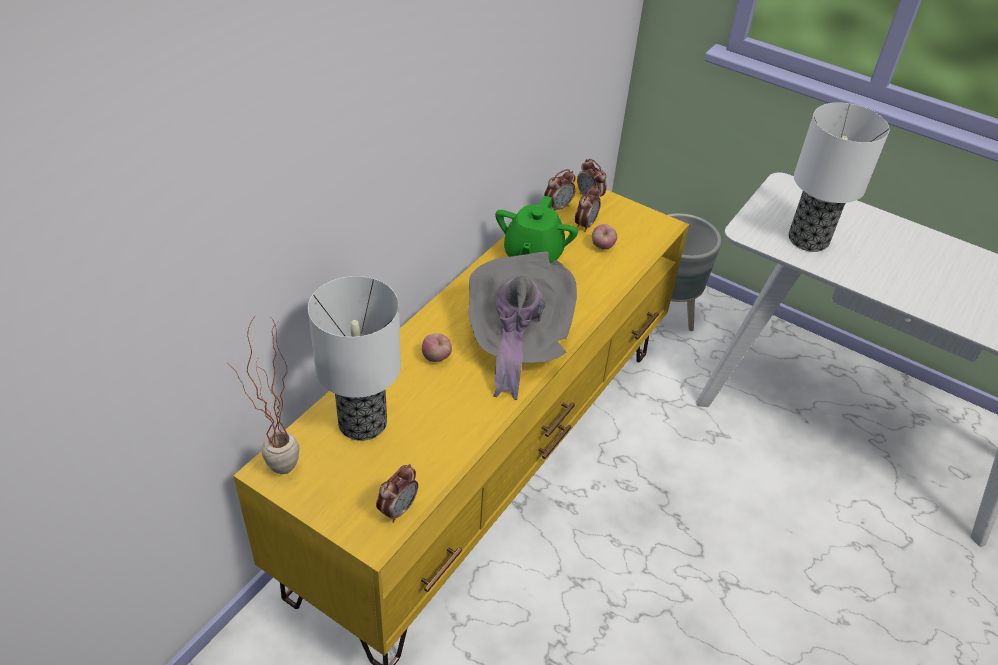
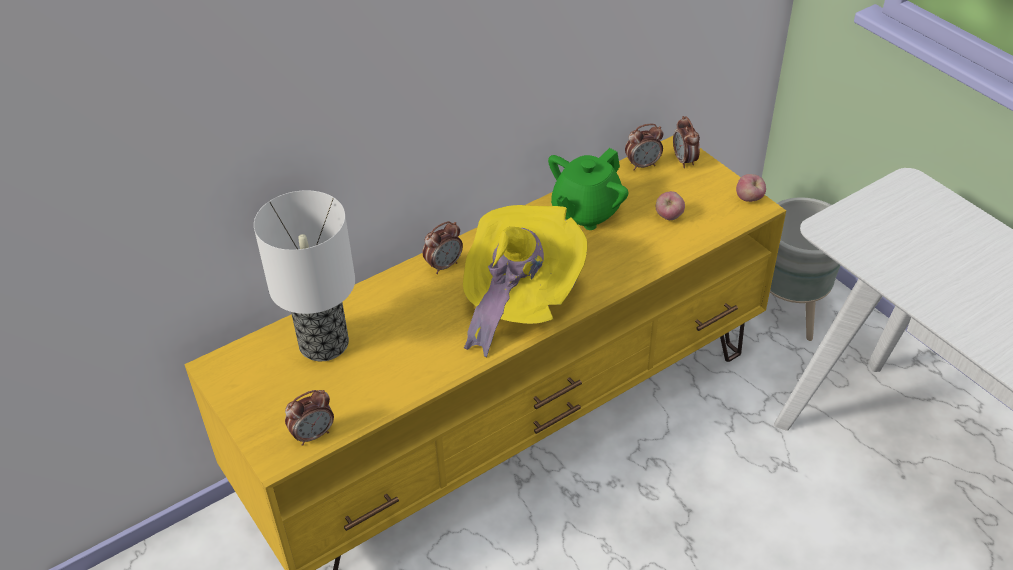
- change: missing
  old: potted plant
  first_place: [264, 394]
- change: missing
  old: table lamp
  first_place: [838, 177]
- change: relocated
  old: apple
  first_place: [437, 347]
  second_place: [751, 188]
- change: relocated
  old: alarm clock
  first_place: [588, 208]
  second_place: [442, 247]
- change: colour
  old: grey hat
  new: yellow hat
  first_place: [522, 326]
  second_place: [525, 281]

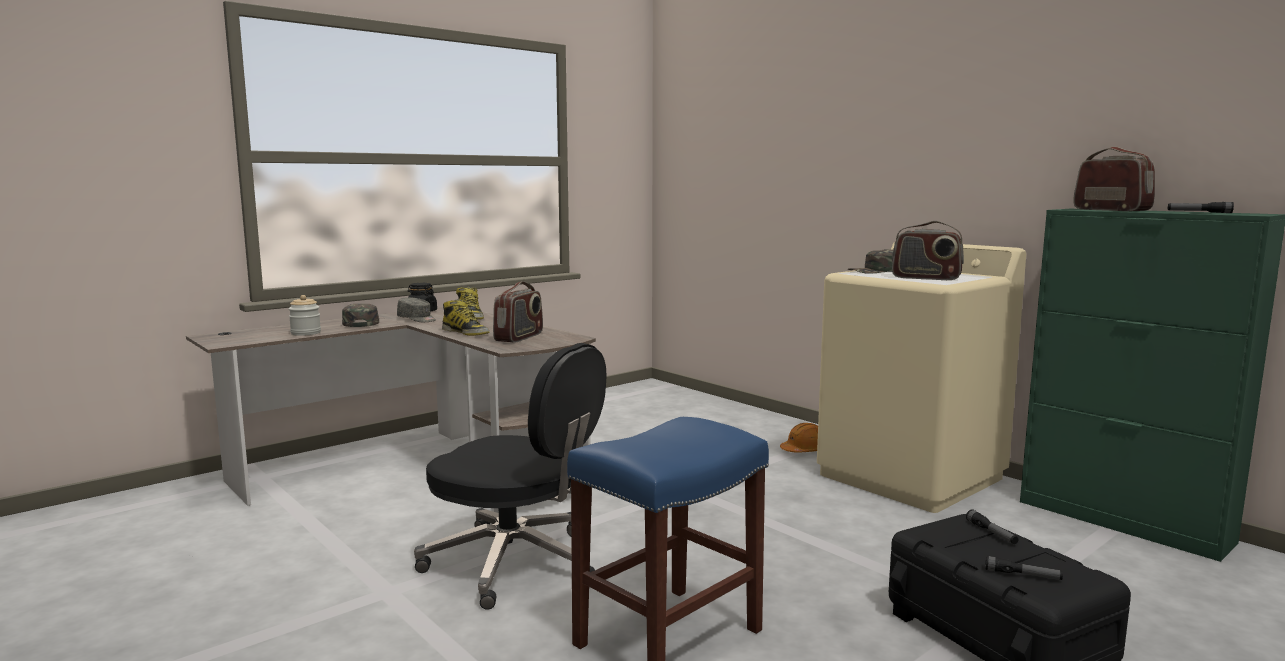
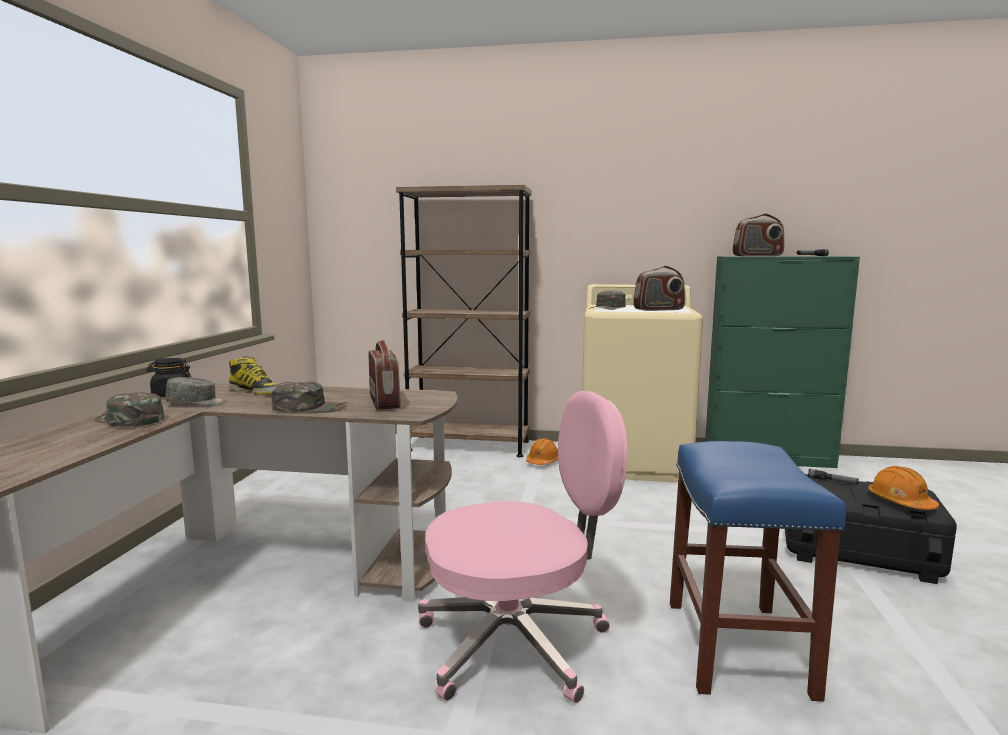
- change: missing
  old: jar
  first_place: [305, 315]
- change: appeared
  new: brown bookcase
  second_place: [464, 321]
- change: exchanged
  old: boot
  new: green cap
  first_place: [465, 317]
  second_place: [309, 397]
- change: exchanged
  old: flashlight
  new: orange hard hat
  first_place: [1024, 568]
  second_place: [903, 488]
- change: colour
  old: black office chair
  new: pink office chair
  first_place: [510, 476]
  second_place: [523, 547]
- change: spun
  old: radio
  first_place: [1114, 179]
  second_place: [758, 235]
  degrees: 150

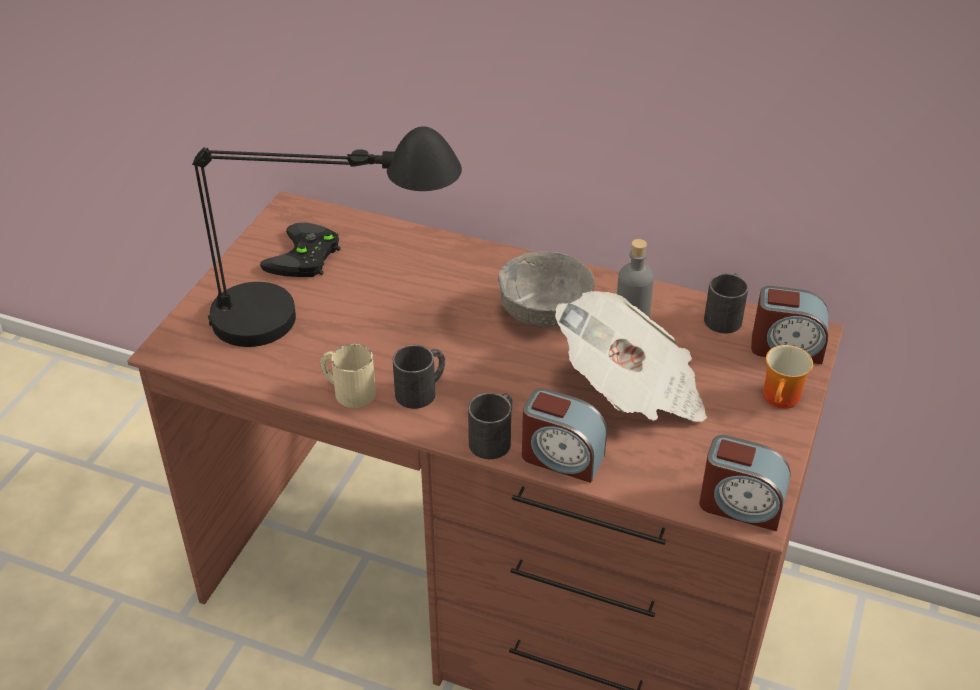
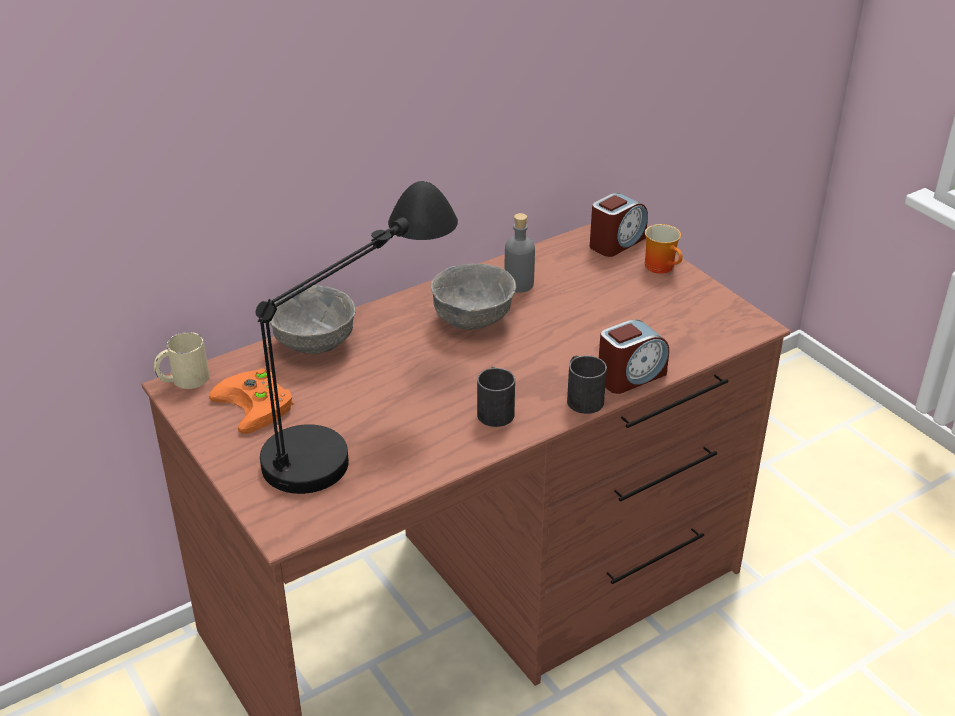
- change: missing
  old: newspaper
  first_place: [631, 356]
- change: missing
  old: alarm clock
  first_place: [745, 483]
- change: missing
  old: black mug
  first_place: [726, 304]
- change: appeared
  new: grey bowl
  second_place: [312, 319]
- change: relocated
  old: beige mug
  first_place: [348, 376]
  second_place: [181, 360]
- change: colour
  old: black game controller
  new: orange game controller
  first_place: [300, 250]
  second_place: [251, 401]

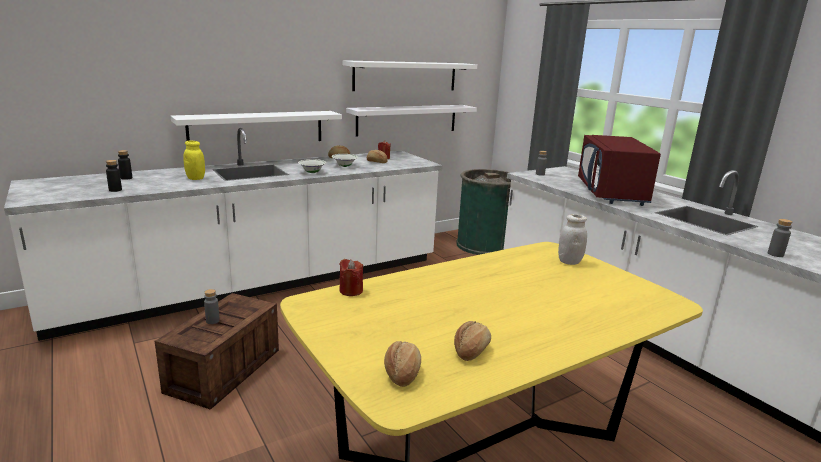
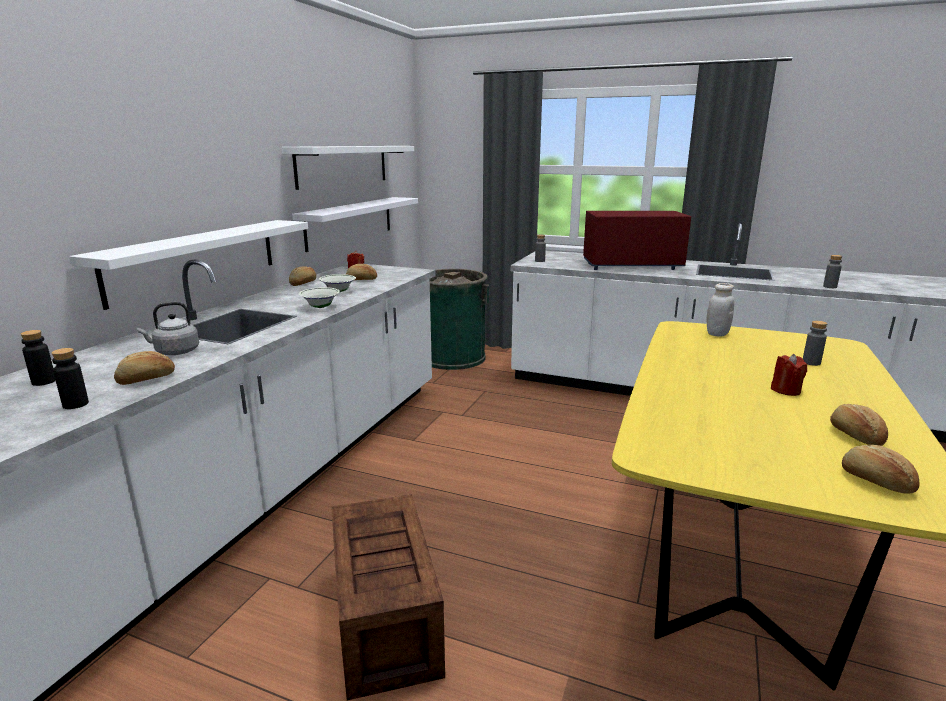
- change: appeared
  new: bread
  second_place: [144, 368]
- change: relocated
  old: grey bottle
  first_place: [212, 306]
  second_place: [815, 343]
- change: relocated
  old: red candle
  first_place: [351, 277]
  second_place: [789, 375]
- change: exchanged
  old: yellow jar
  new: grey kettle
  first_place: [194, 160]
  second_place: [168, 328]
- change: spun
  old: red microwave
  first_place: [619, 170]
  second_place: [637, 240]
  degrees: 120

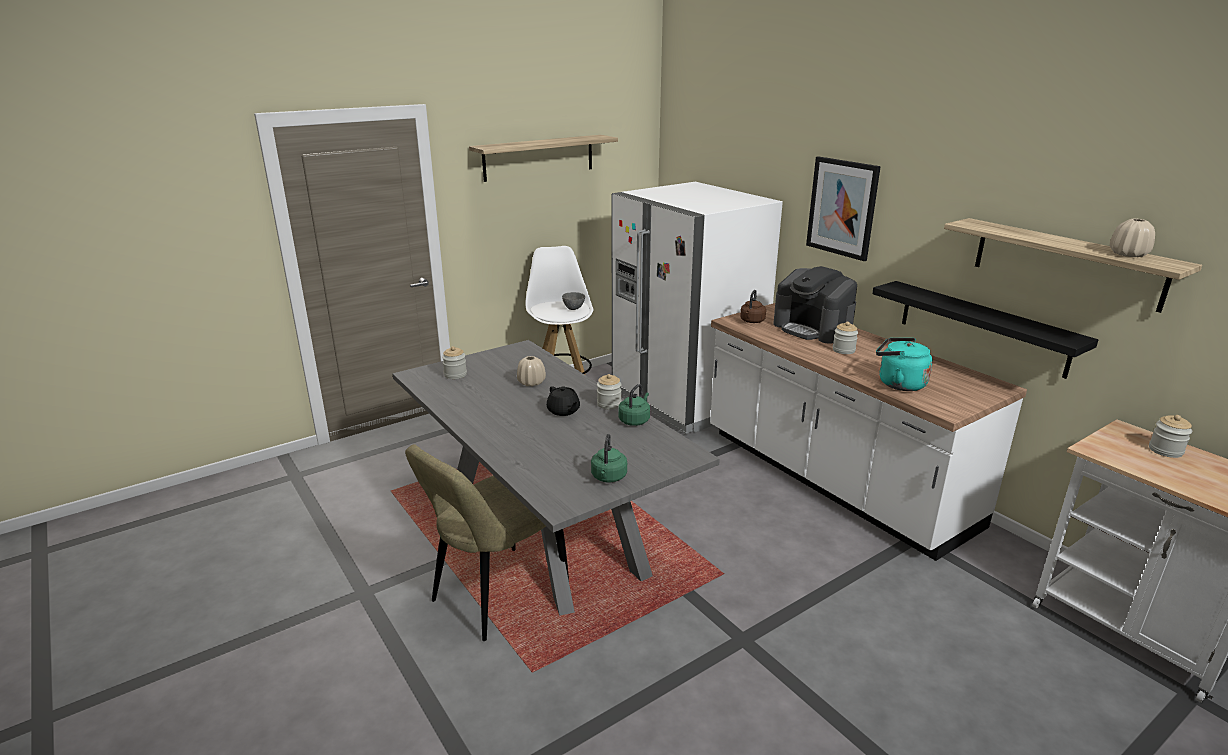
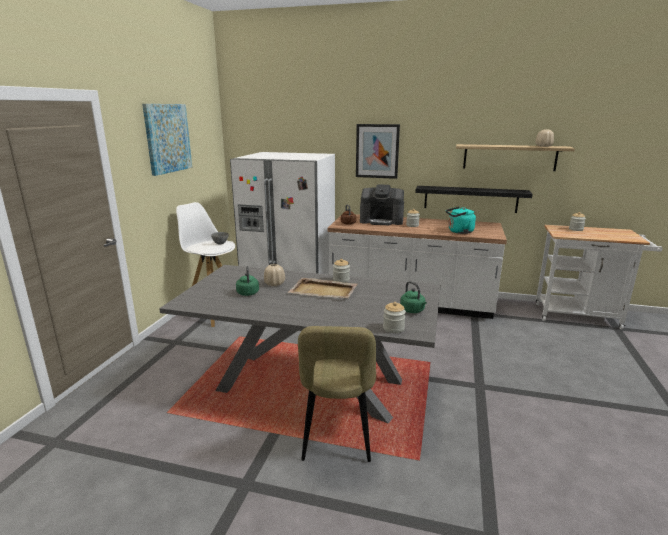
- change: relocated
  old: jar
  first_place: [454, 362]
  second_place: [394, 317]
- change: relocated
  old: green kettle
  first_place: [634, 405]
  second_place: [247, 281]
- change: exchanged
  old: shelf
  new: picture
  first_place: [543, 158]
  second_place: [167, 140]
- change: exchanged
  old: black teapot
  new: beige tray
  first_place: [563, 401]
  second_place: [323, 288]

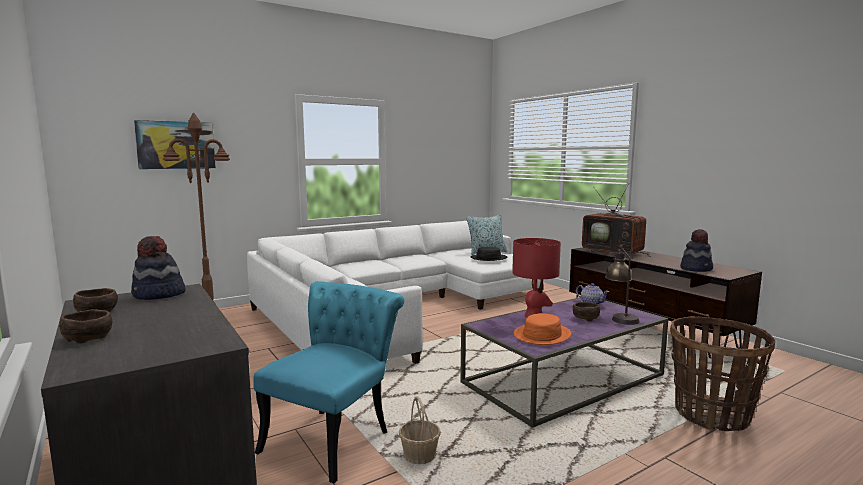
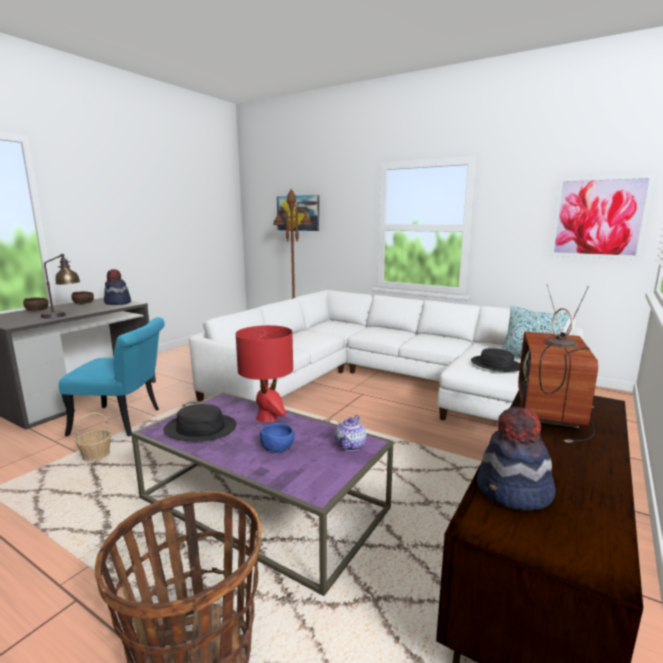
- change: appeared
  new: picture
  second_place: [602, 216]
- change: relocated
  old: table lamp
  first_place: [622, 285]
  second_place: [61, 286]
- change: colour
  old: orange hat
  new: black hat
  first_place: [542, 329]
  second_place: [200, 422]
- change: colour
  old: brown bowl
  new: blue bowl
  first_place: [586, 311]
  second_place: [277, 438]

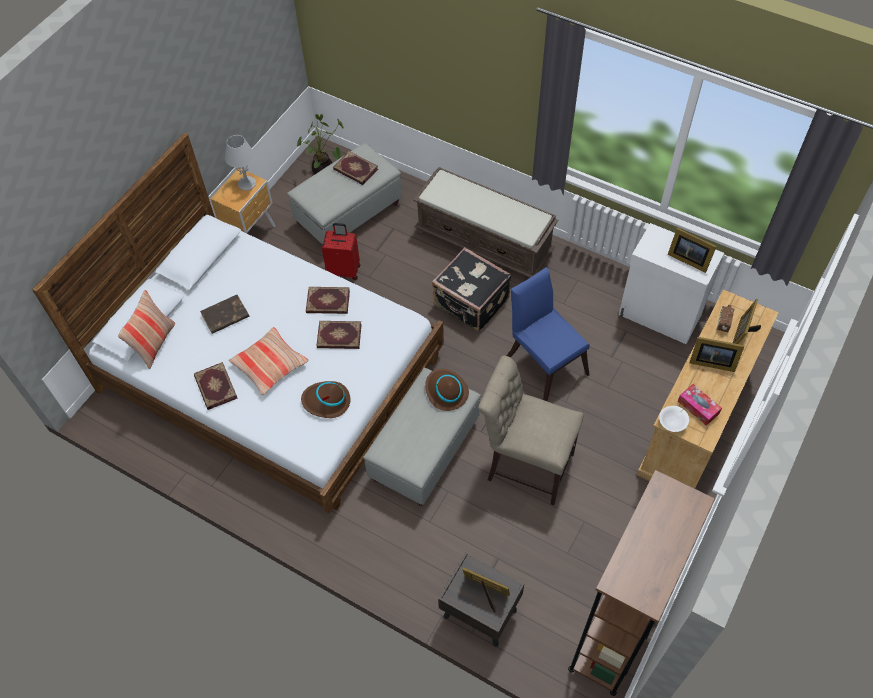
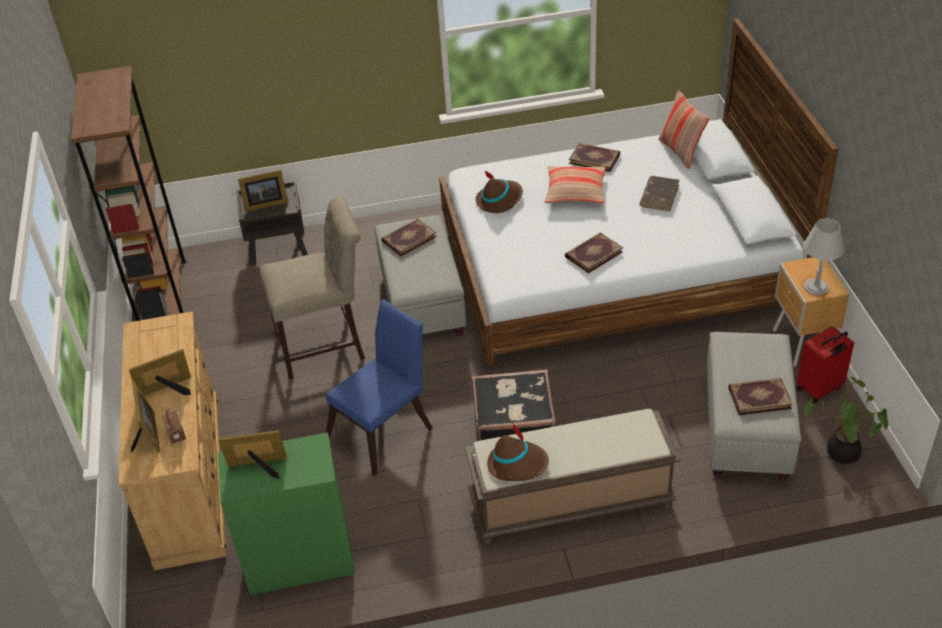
- change: missing
  old: white bowl
  first_place: [674, 419]
- change: missing
  old: tissue box
  first_place: [700, 405]
- change: relocated
  old: book
  first_place: [339, 335]
  second_place: [409, 237]
- change: relocated
  old: red suitcase
  first_place: [341, 251]
  second_place: [825, 364]
- change: relocated
  old: brown hat
  first_place: [447, 389]
  second_place: [518, 451]
- change: colour
  old: white cabinet
  new: green cabinet
  first_place: [671, 283]
  second_place: [286, 514]
- change: spun
  old: blue chair
  first_place: [548, 334]
  second_place: [379, 387]
  degrees: -60

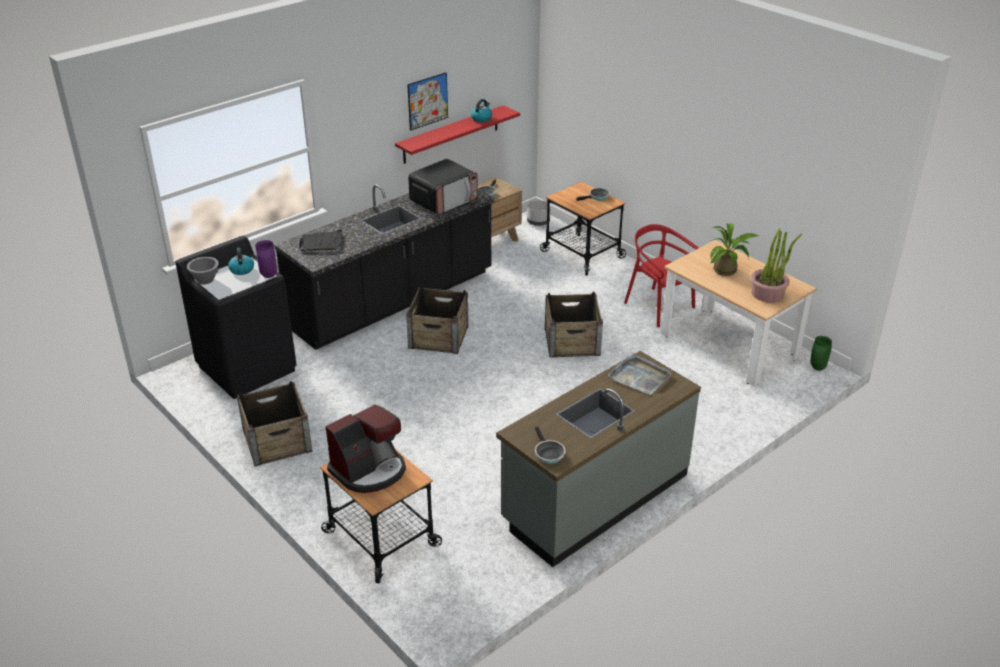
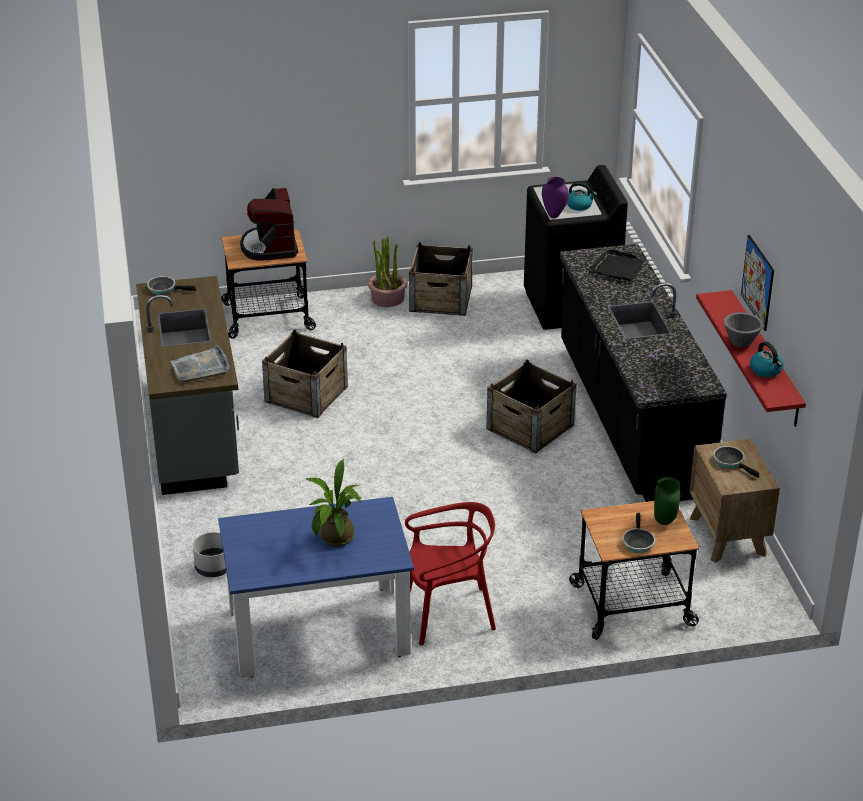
- change: missing
  old: microwave
  first_place: [443, 187]
- change: relocated
  old: grey bowl
  first_place: [203, 270]
  second_place: [743, 329]
- change: relocated
  old: grey planter
  first_place: [539, 213]
  second_place: [209, 554]
- change: relocated
  old: crate
  first_place: [574, 325]
  second_place: [305, 374]
- change: relocated
  old: potted plant
  first_place: [776, 265]
  second_place: [387, 272]
- change: relocated
  old: green vase
  first_place: [821, 353]
  second_place: [667, 501]
- change: colour
  old: beige dining table
  new: blue dining table
  first_place: [739, 313]
  second_place: [316, 587]

